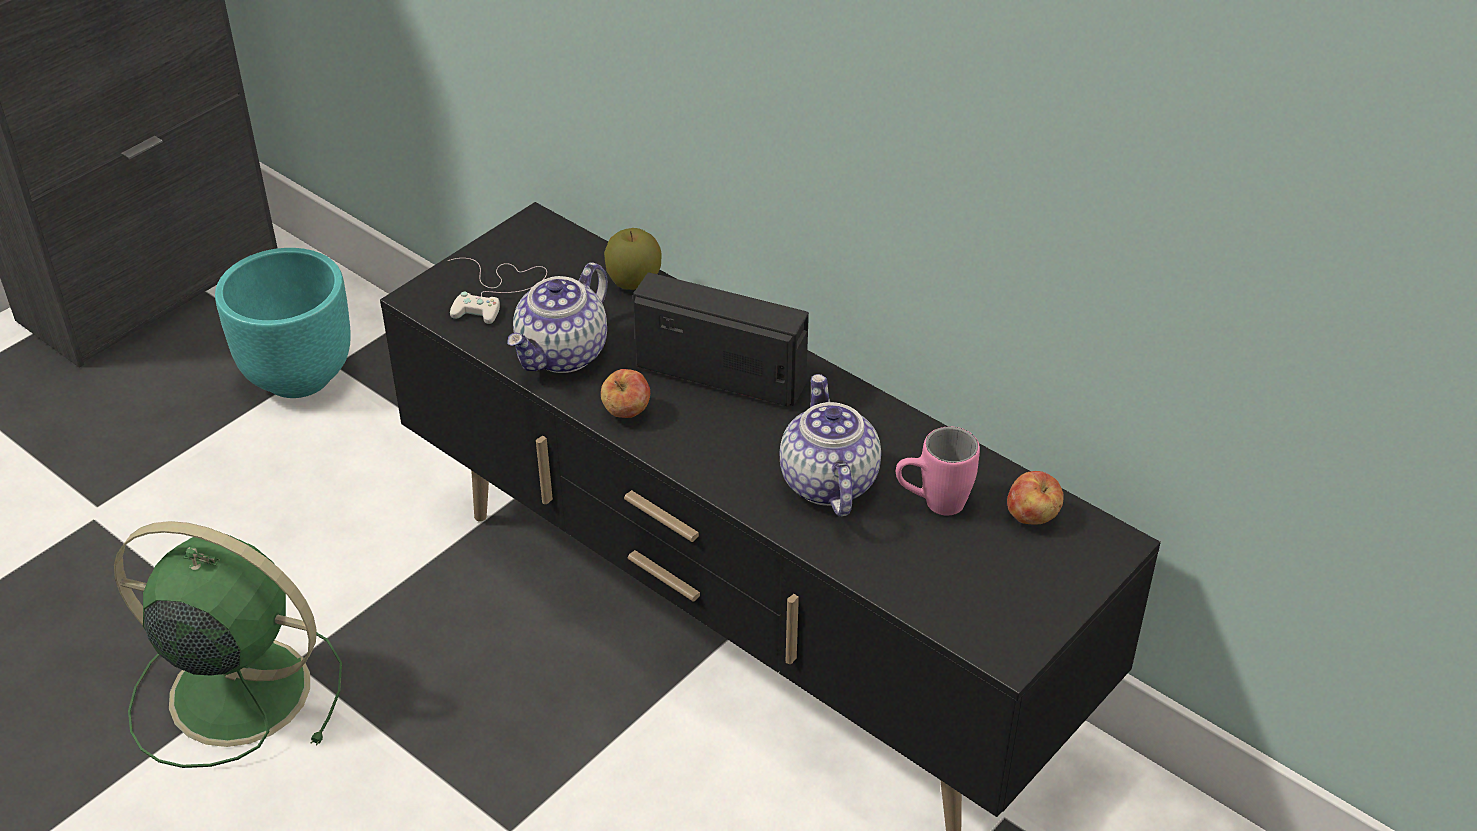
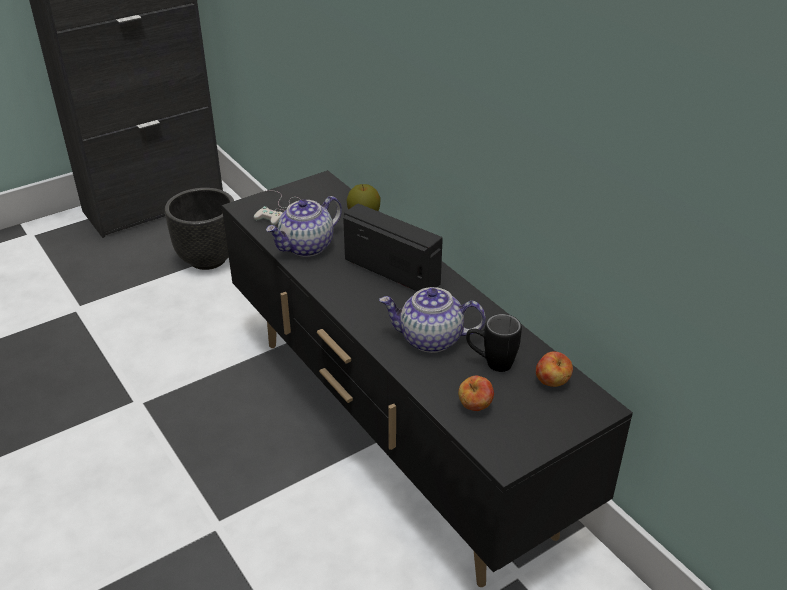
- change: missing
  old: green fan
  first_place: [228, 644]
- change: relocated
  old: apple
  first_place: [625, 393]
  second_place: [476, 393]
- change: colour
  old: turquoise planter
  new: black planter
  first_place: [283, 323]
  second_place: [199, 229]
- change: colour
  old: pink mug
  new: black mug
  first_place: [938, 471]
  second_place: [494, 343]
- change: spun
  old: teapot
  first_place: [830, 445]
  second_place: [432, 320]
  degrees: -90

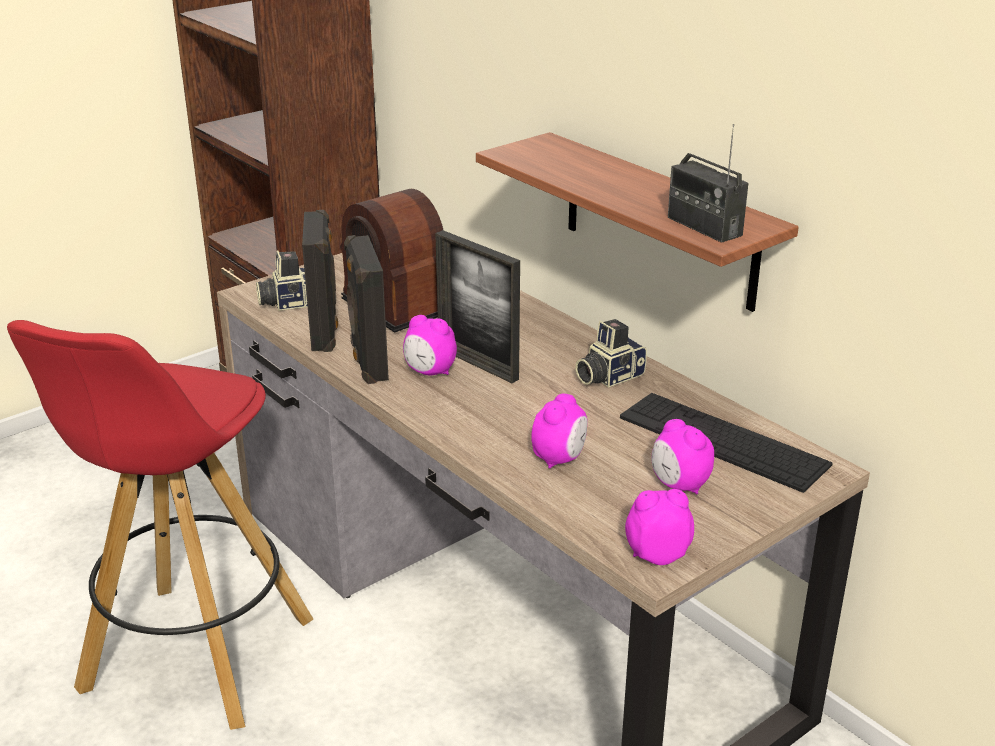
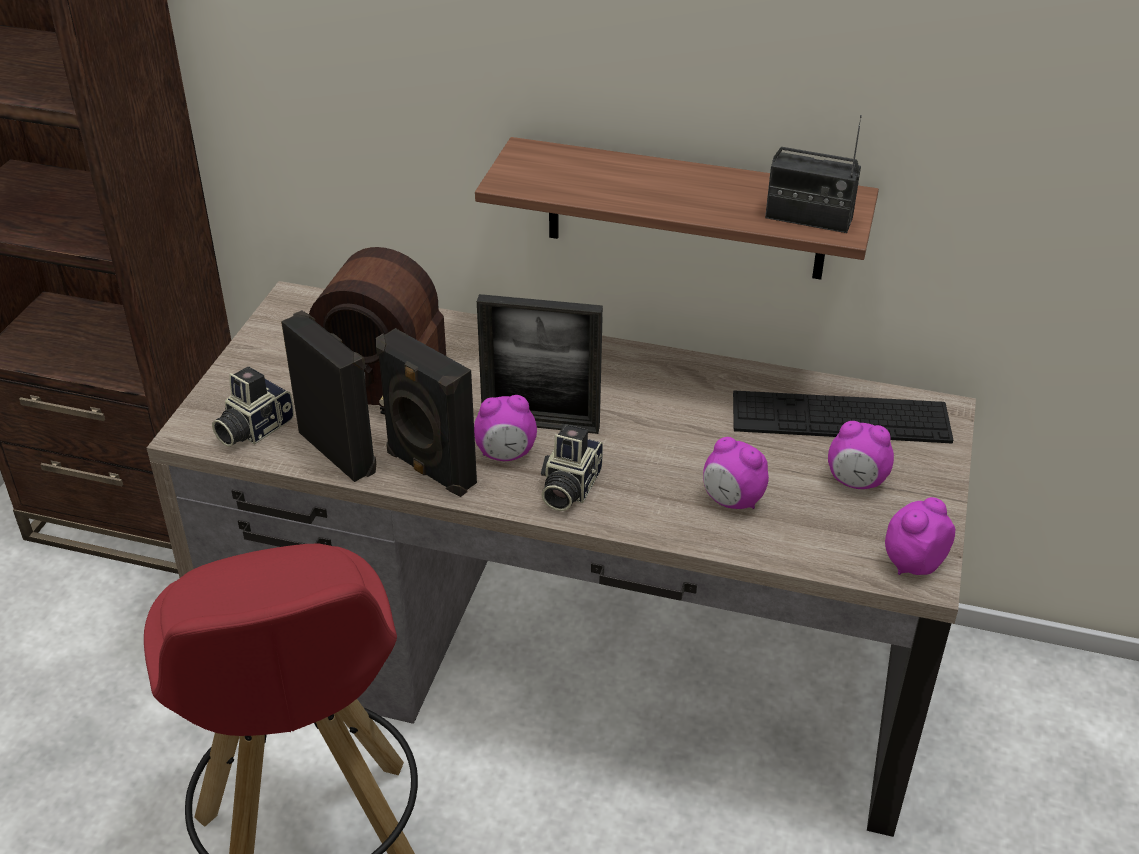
- change: relocated
  old: photo camera
  first_place: [611, 353]
  second_place: [572, 467]
- change: spun
  old: alarm clock
  first_place: [559, 431]
  second_place: [736, 473]
  degrees: 135

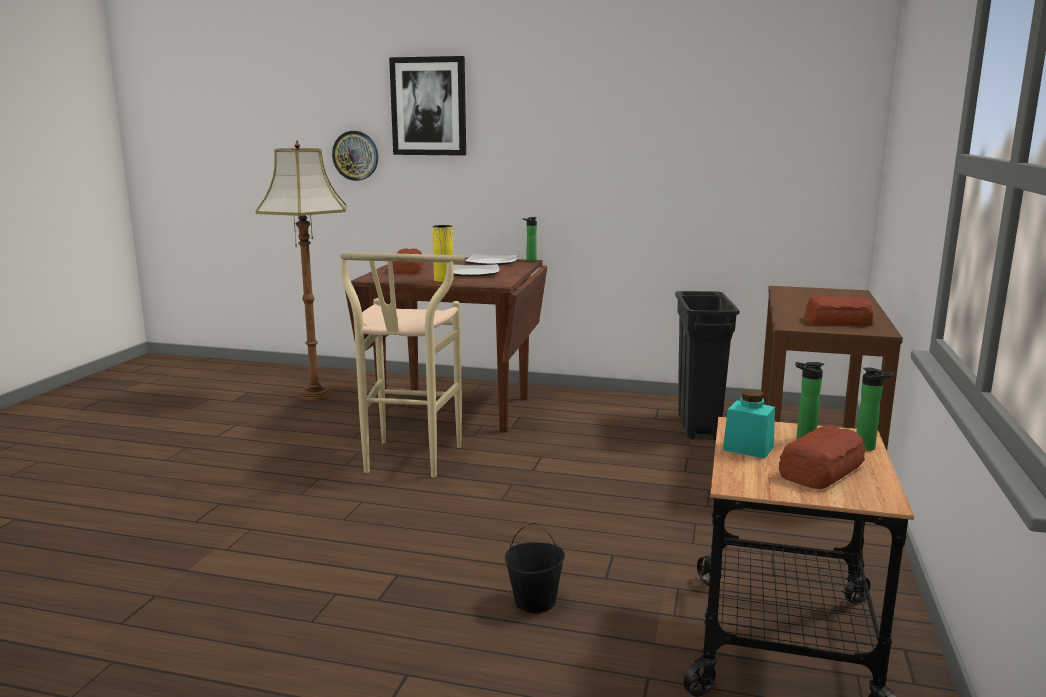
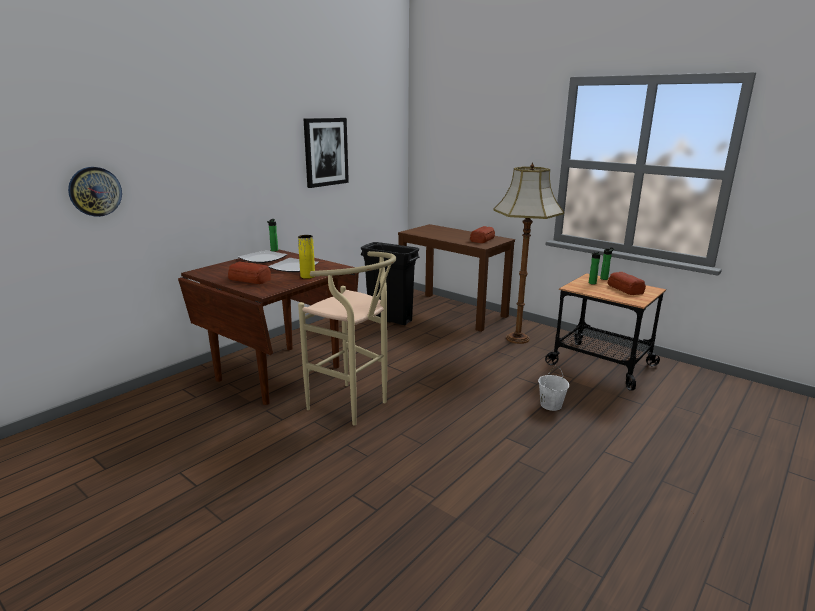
- change: missing
  old: turquoise jar
  first_place: [749, 424]
- change: relocated
  old: floor lamp
  first_place: [301, 270]
  second_place: [528, 253]
- change: relocated
  old: picture
  first_place: [427, 106]
  second_place: [326, 153]
- change: colour
  old: black bucket
  new: white bucket
  first_place: [535, 568]
  second_place: [553, 388]

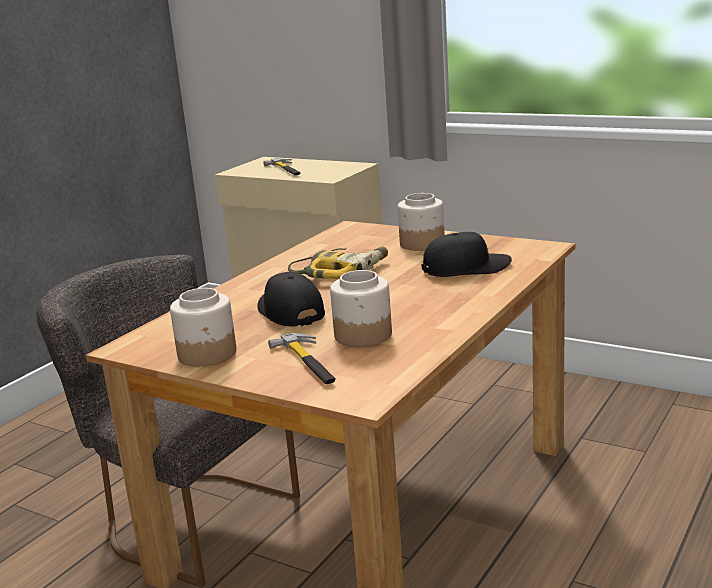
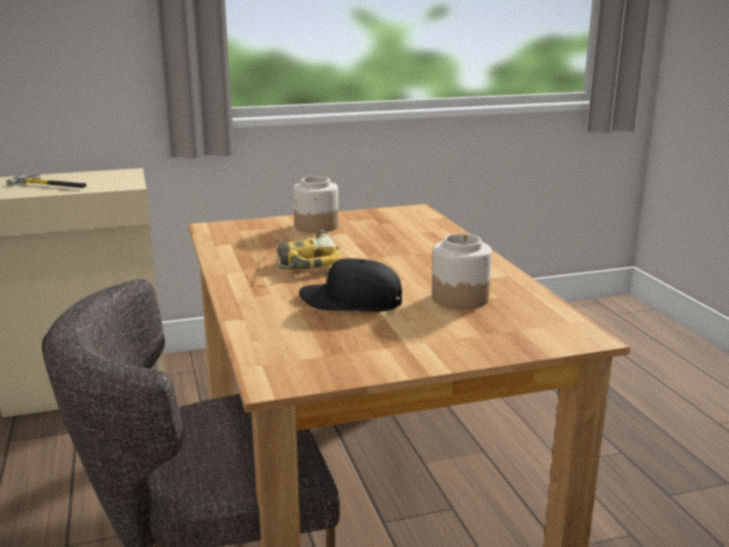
- change: missing
  old: jar
  first_place: [203, 327]
- change: missing
  old: hammer
  first_place: [302, 358]
- change: missing
  old: black cap
  first_place: [466, 254]

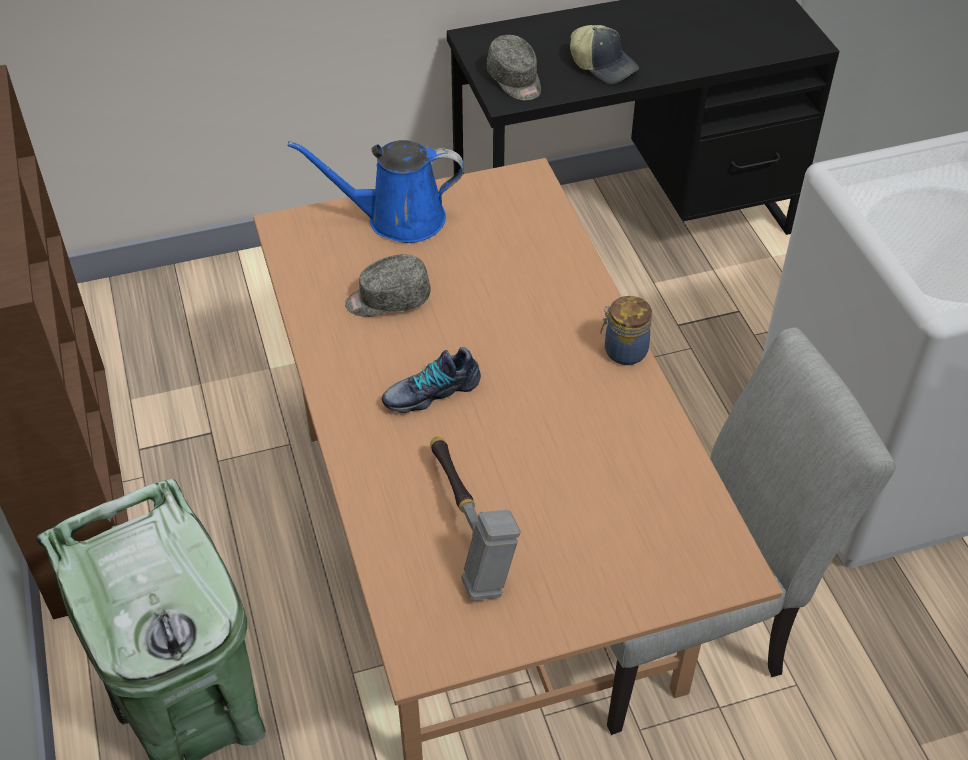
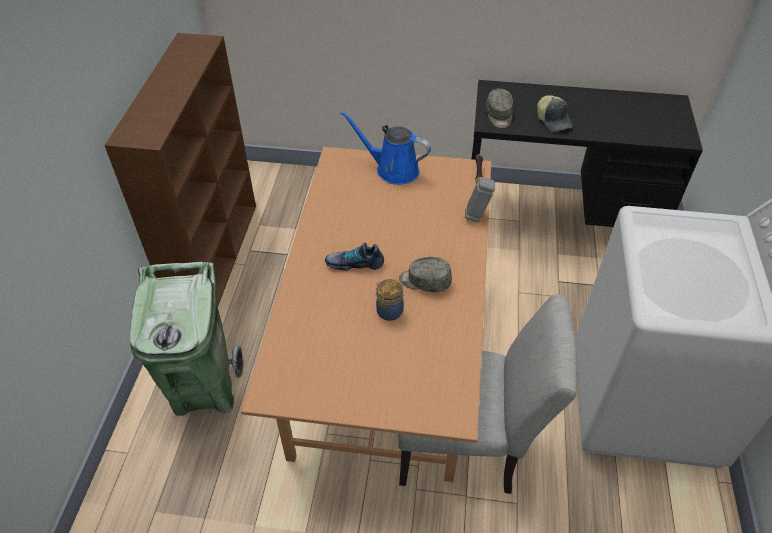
- change: relocated
  old: grey cap
  first_place: [388, 285]
  second_place: [425, 275]
- change: relocated
  old: hammer
  first_place: [475, 518]
  second_place: [480, 188]
- change: relocated
  old: jar
  first_place: [626, 330]
  second_place: [390, 300]

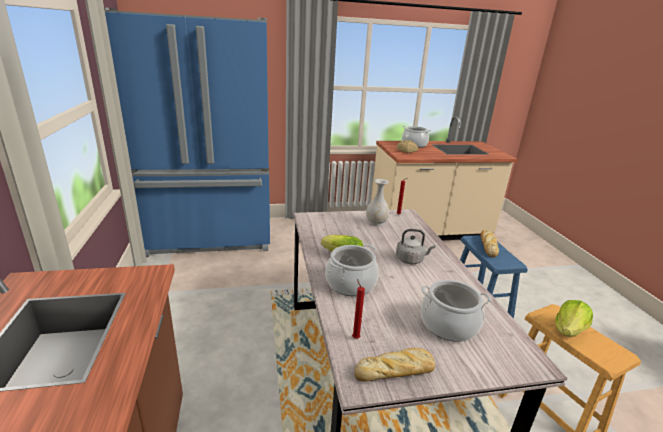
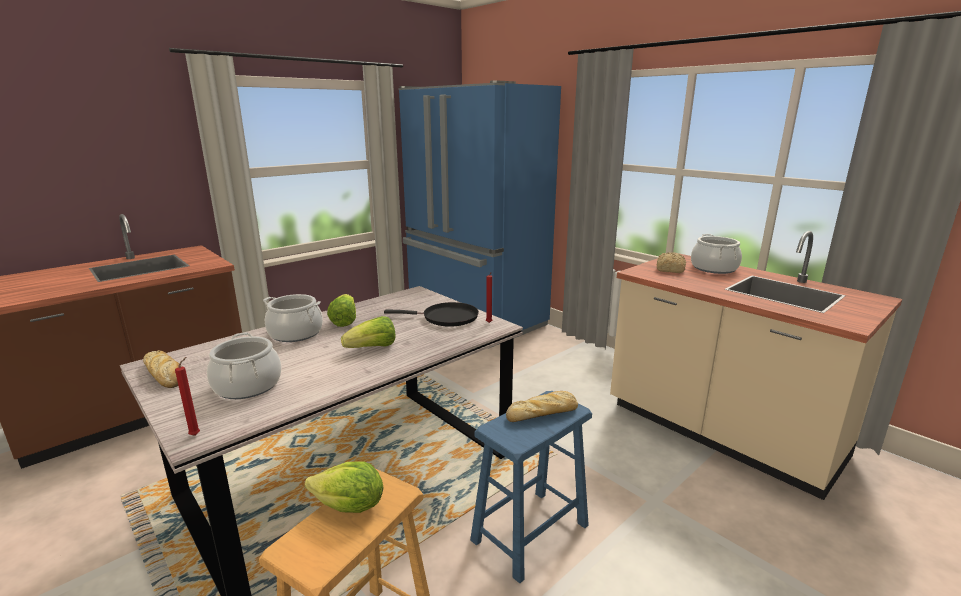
- change: relocated
  old: red candle
  first_place: [358, 309]
  second_place: [187, 396]
- change: exchanged
  old: white vase
  new: black frying pan
  first_place: [377, 202]
  second_place: [431, 314]
- change: exchanged
  old: grey kettle
  new: lettuce
  first_place: [415, 246]
  second_place: [368, 332]

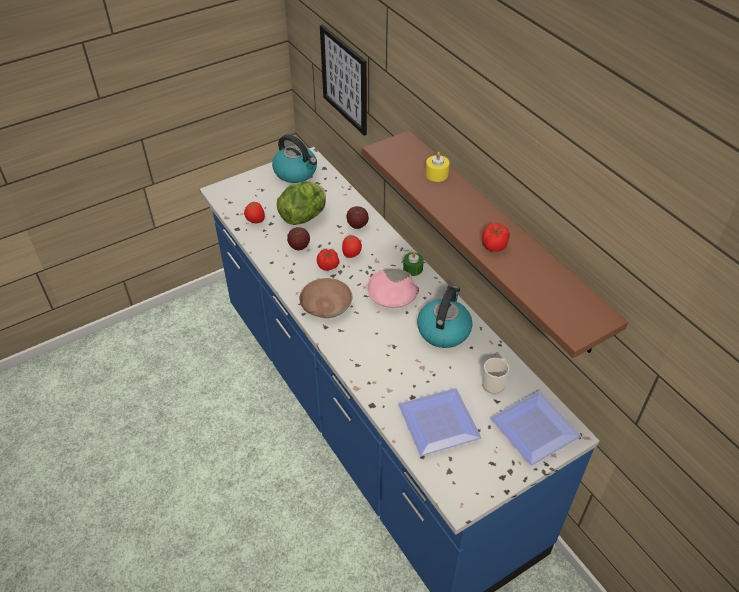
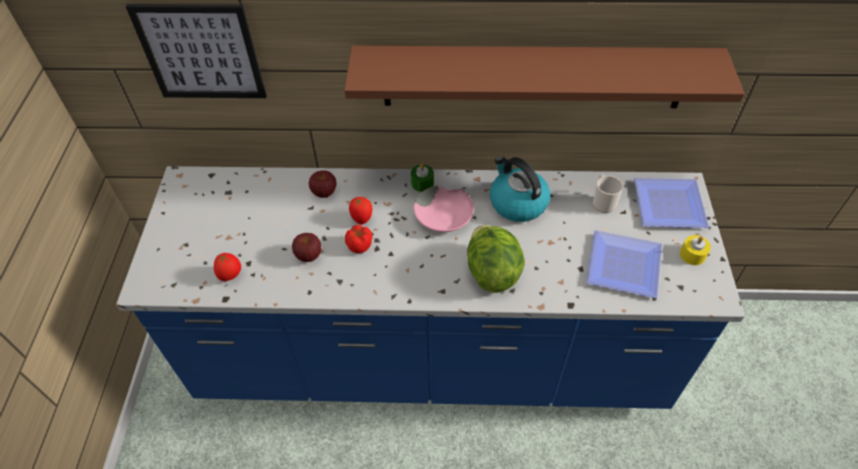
- change: missing
  old: kettle
  first_place: [294, 158]
- change: missing
  old: brown bowl
  first_place: [326, 298]
- change: missing
  old: tomato
  first_place: [496, 237]
- change: relocated
  old: lettuce
  first_place: [301, 203]
  second_place: [496, 259]
- change: relocated
  old: yellow candle
  first_place: [437, 167]
  second_place: [695, 250]

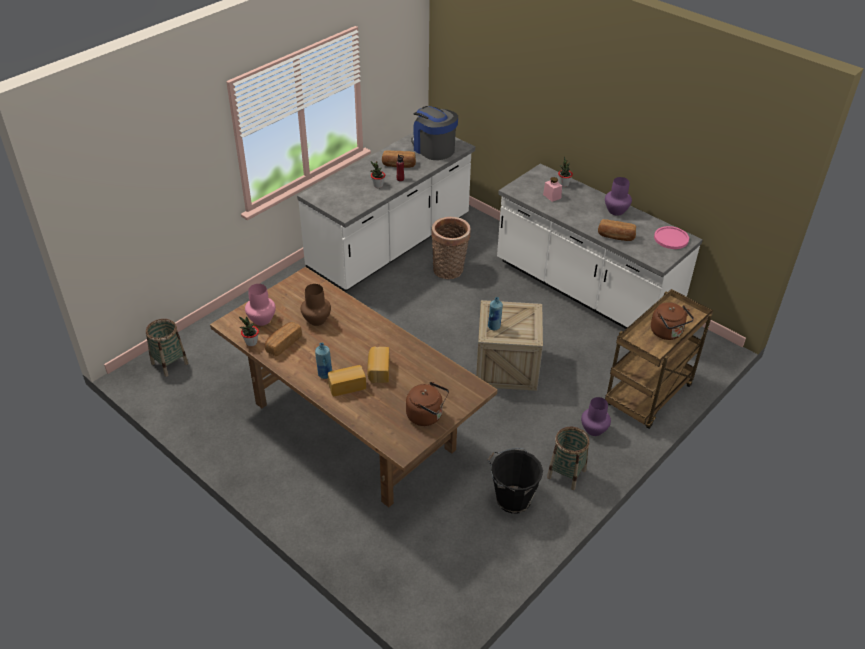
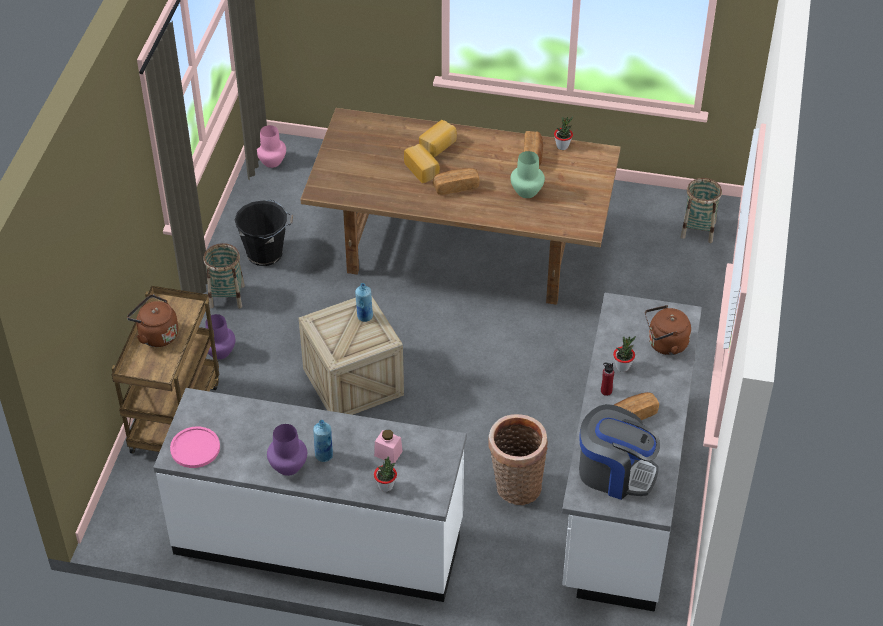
- change: relocated
  old: pink vase
  first_place: [260, 305]
  second_place: [271, 146]
- change: relocated
  old: blue bottle
  first_place: [323, 361]
  second_place: [323, 441]
- change: relocated
  old: brown kettle
  first_place: [427, 404]
  second_place: [668, 330]
- change: relocated
  old: bread
  first_place: [617, 230]
  second_place: [456, 181]
- change: colour
  old: brown vase
  new: green vase
  first_place: [316, 305]
  second_place: [527, 174]

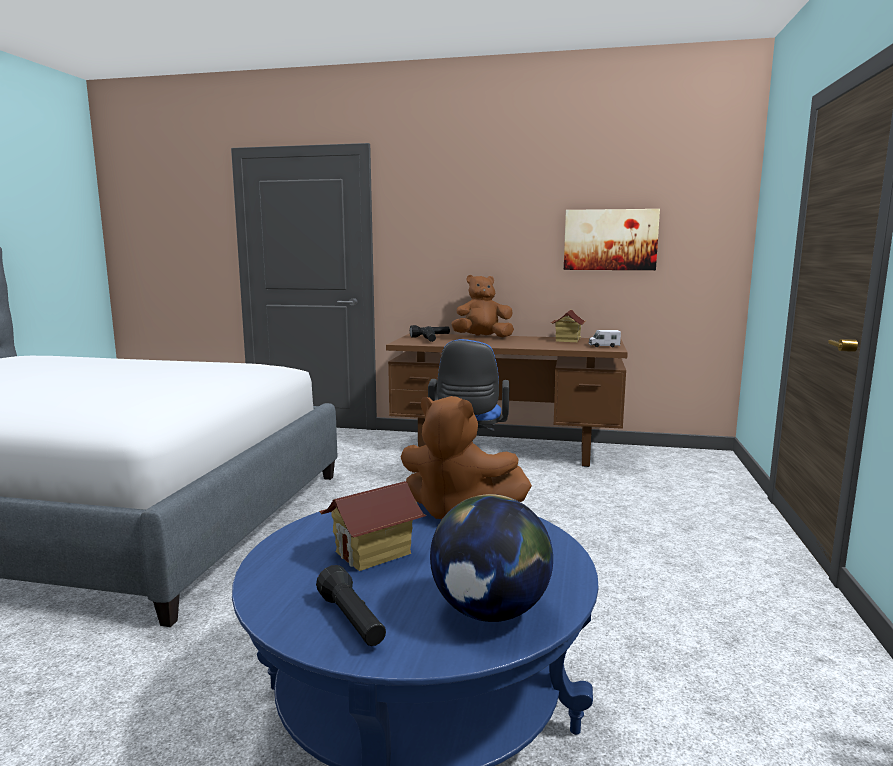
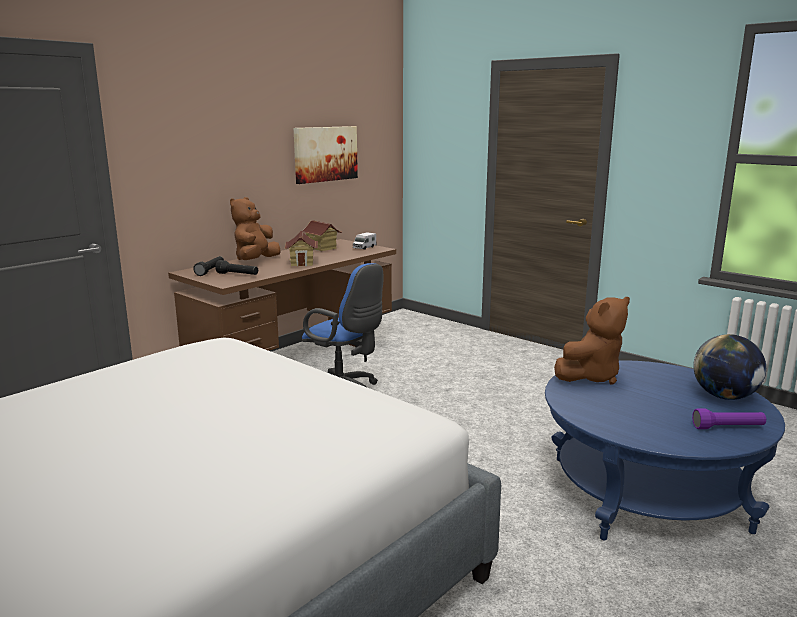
- change: relocated
  old: toy house
  first_place: [373, 526]
  second_place: [301, 248]
- change: colour
  old: black flashlight
  new: purple flashlight
  first_place: [351, 605]
  second_place: [729, 419]

